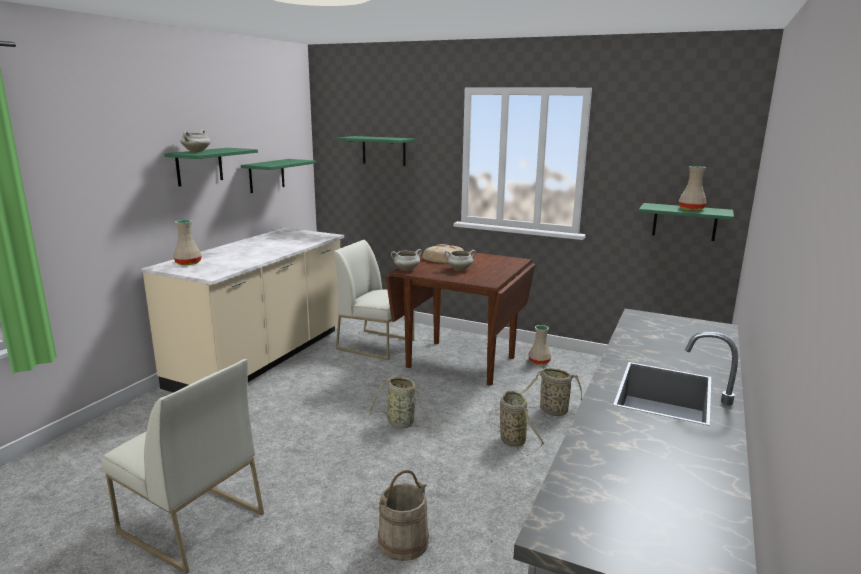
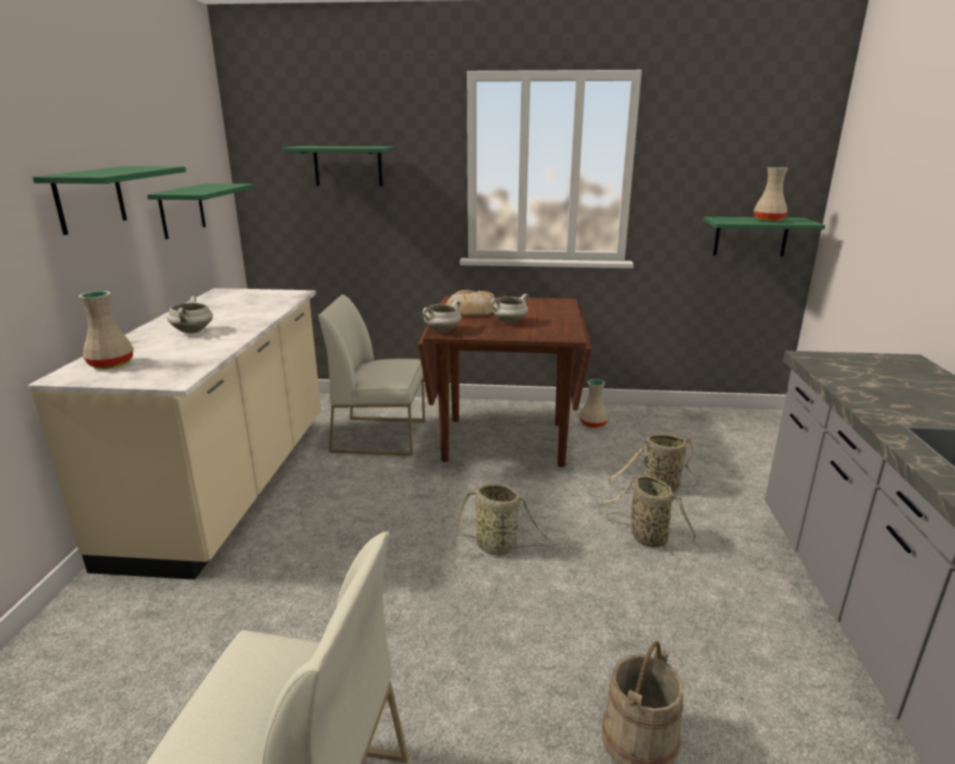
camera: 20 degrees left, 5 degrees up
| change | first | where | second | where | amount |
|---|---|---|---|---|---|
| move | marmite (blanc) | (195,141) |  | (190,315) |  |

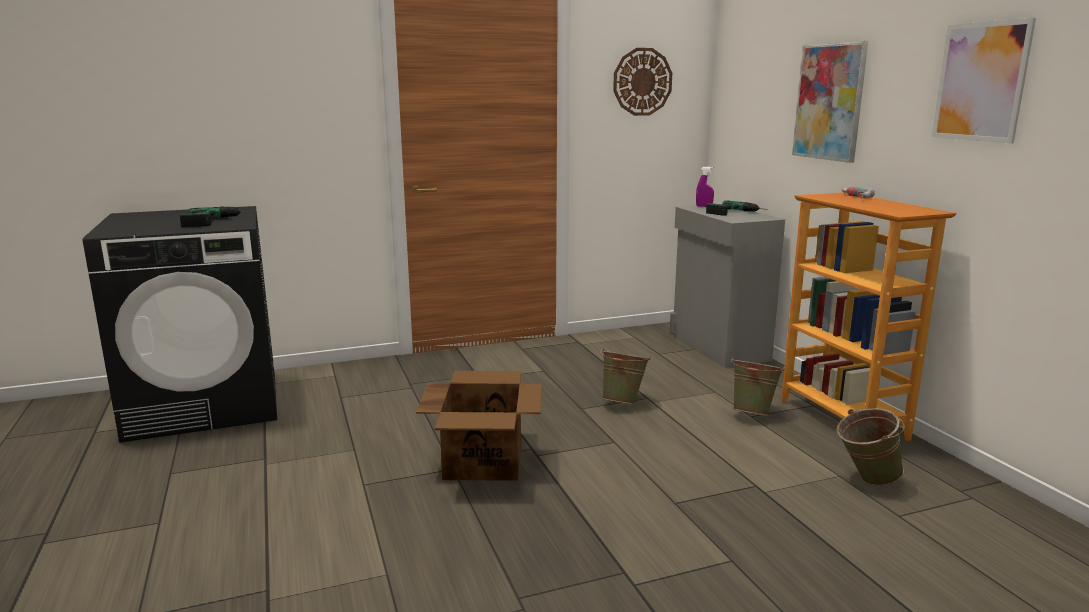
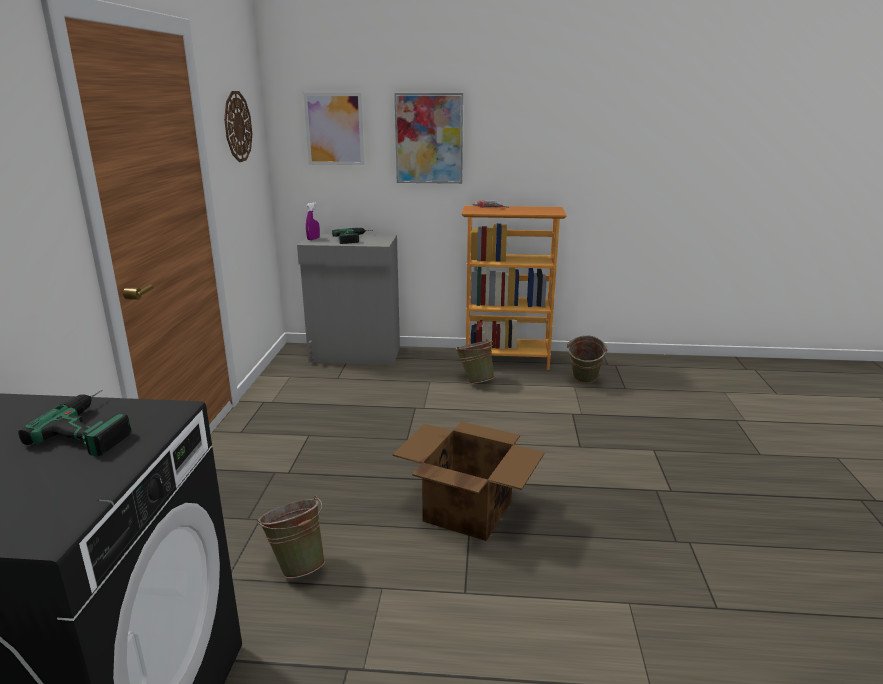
camera: 65 degrees left, 5 degrees up
| change | first | where | second | where | amount |
|---|---|---|---|---|---|
| move | tableau | (984,81) |  | (334,129) |  |
| move | seau (vert) | (625,376) |  | (291,537) |  |

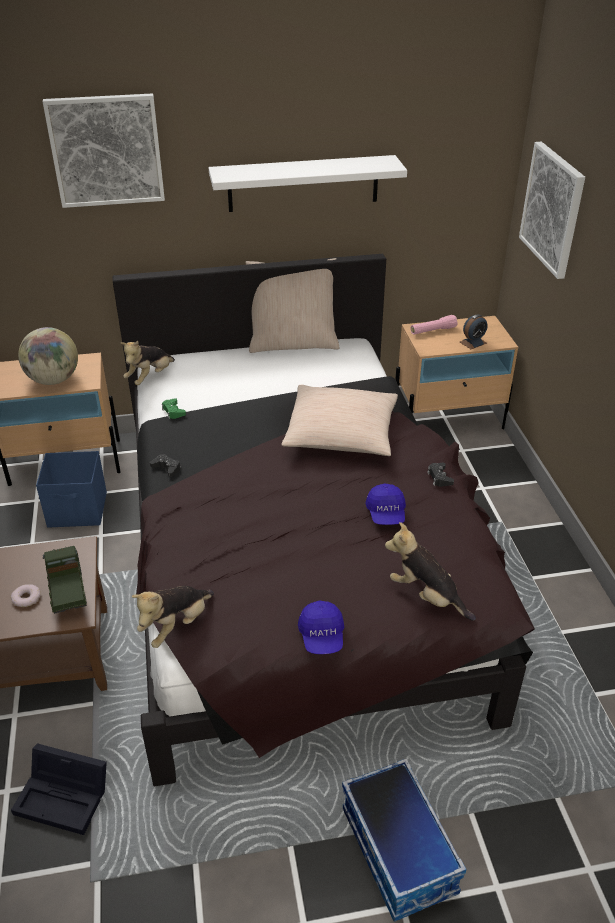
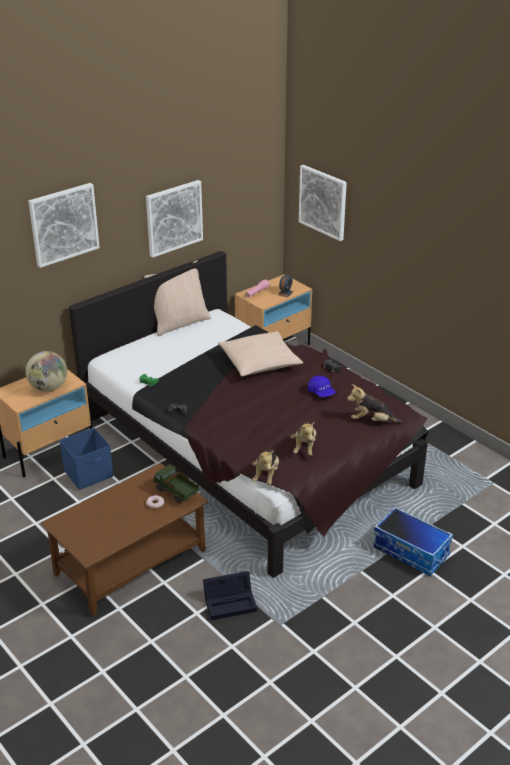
camera: 30 degrees left, 5 degrees down
| change | first | where | second | where | amount |
|---|---|---|---|---|---|
| replace | étagère (blanc) | (308,183) | tableau | (174,219) |  |
| move | peluche | (147,363) |  | (303,438) |  |
| delete | casquette (bleu) | (321,627) |  |  |  |

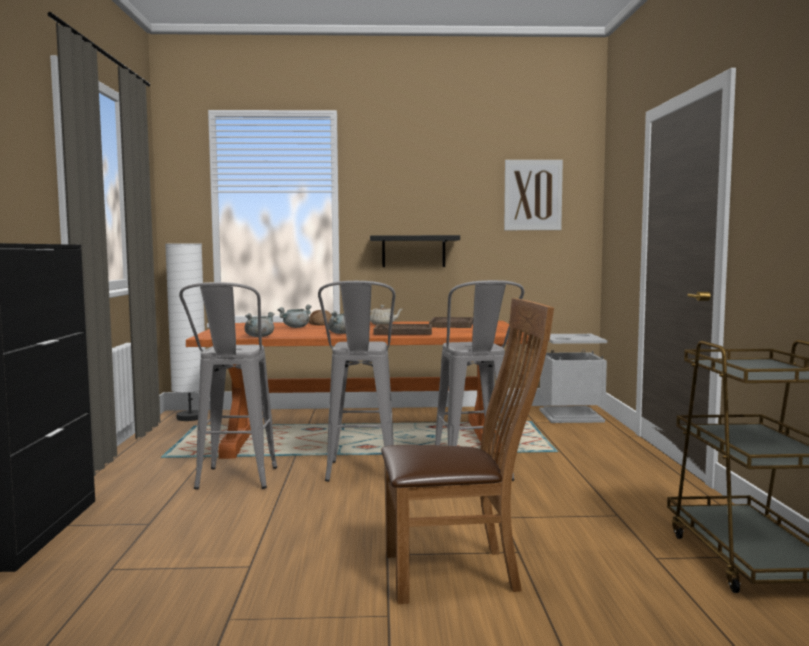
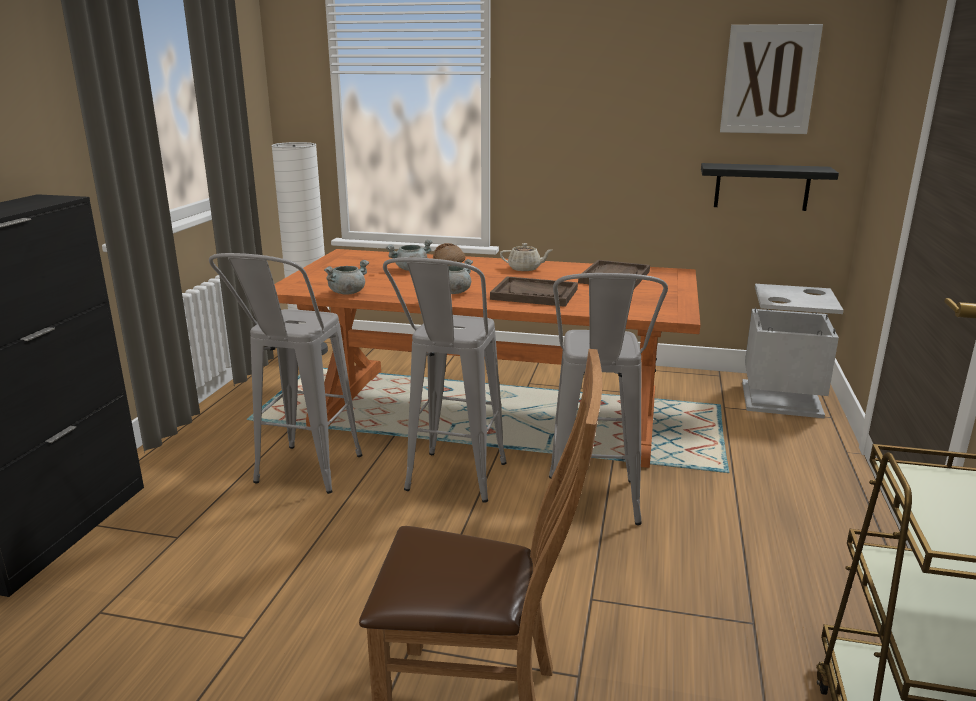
camera: 15 degrees right, 15 degrees up
| change | first | where | second | where | amount |
|---|---|---|---|---|---|
| move | étagère (noir) | (415,251) |  | (770,187) |  |

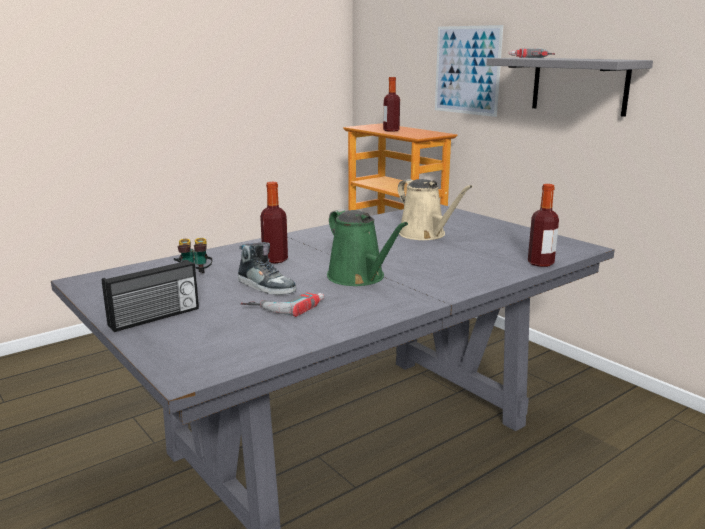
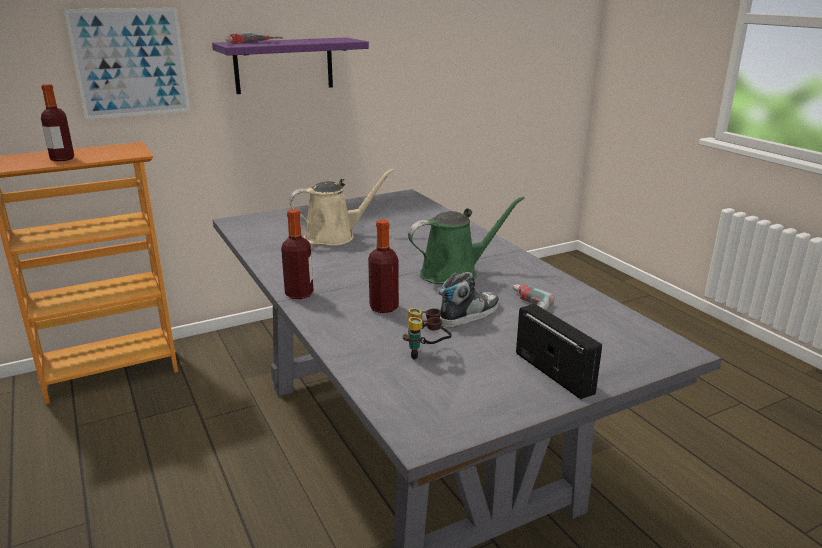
camera: 80 degrees left, 5 degrees up
| change | first | where | second | where | amount |
|---|---|---|---|---|---|
| recolor | étagère (gris) | (570,87) | étagère (violet) | (290,65) |  |
| move | bouteille | (543,225) |  | (297,254) |  |

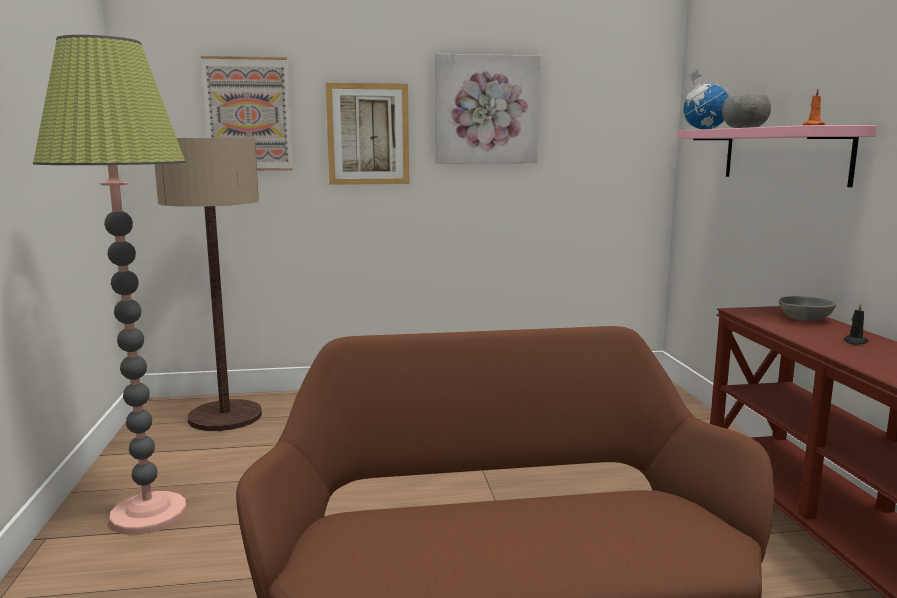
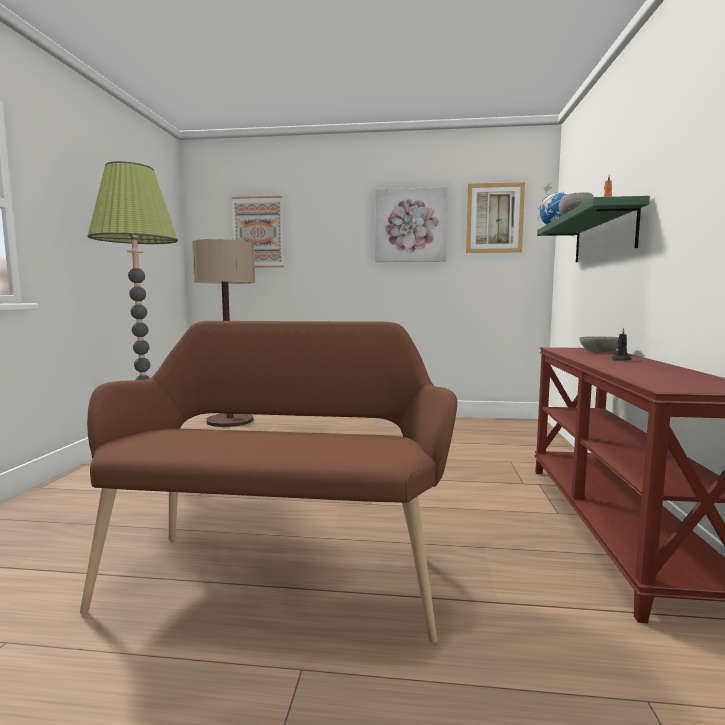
camera: 15 degrees right, 5 degrees down
| change | first | where | second | where | amount |
|---|---|---|---|---|---|
| move | tableau | (367,134) |  | (495,217) |  |
| recolor | étagère (rose) | (776,156) | étagère (vert) | (593,229) |  |

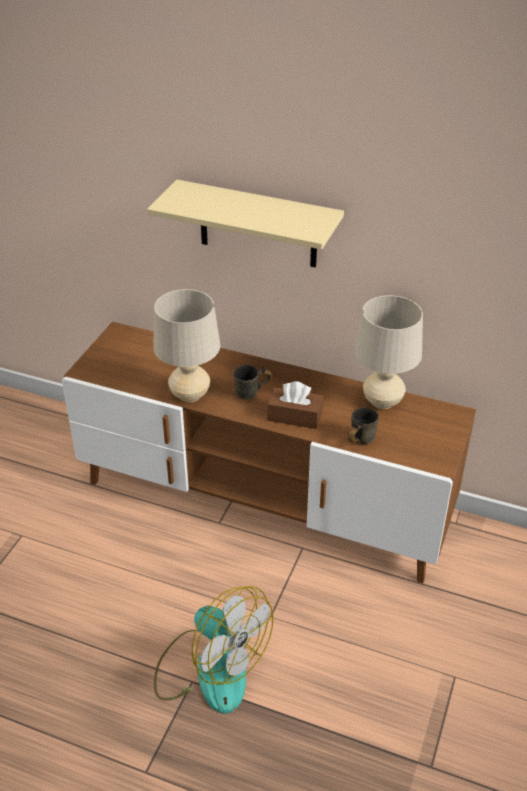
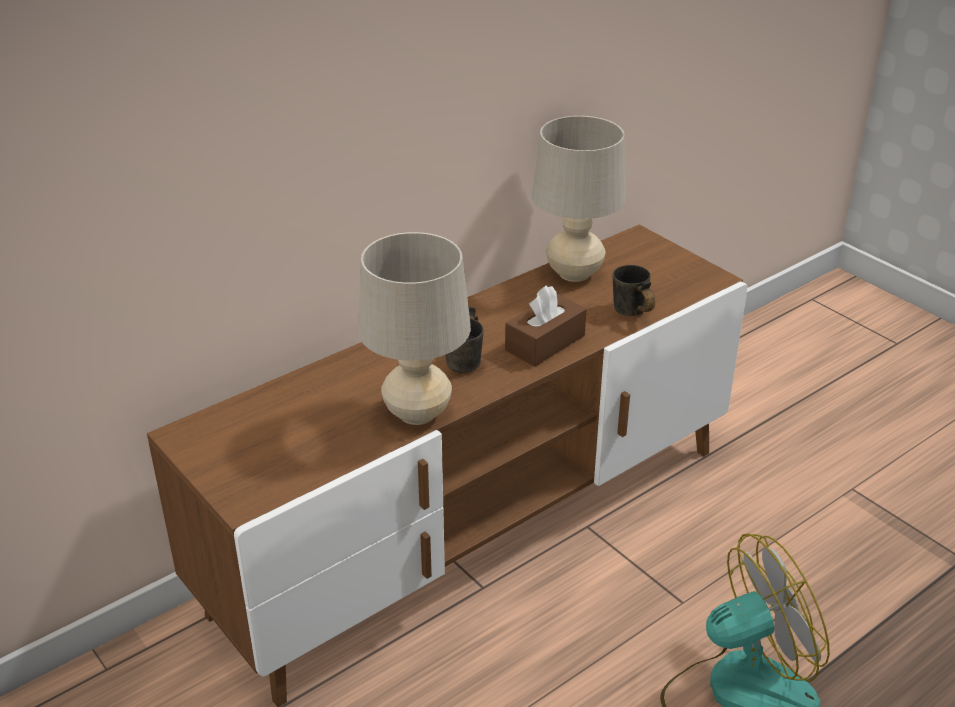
camera: 60 degrees left, 5 degrees down
| change | first | where | second | where | amount |
|---|---|---|---|---|---|
| delete | étagère (beige) | (245,224) |  |  |  |

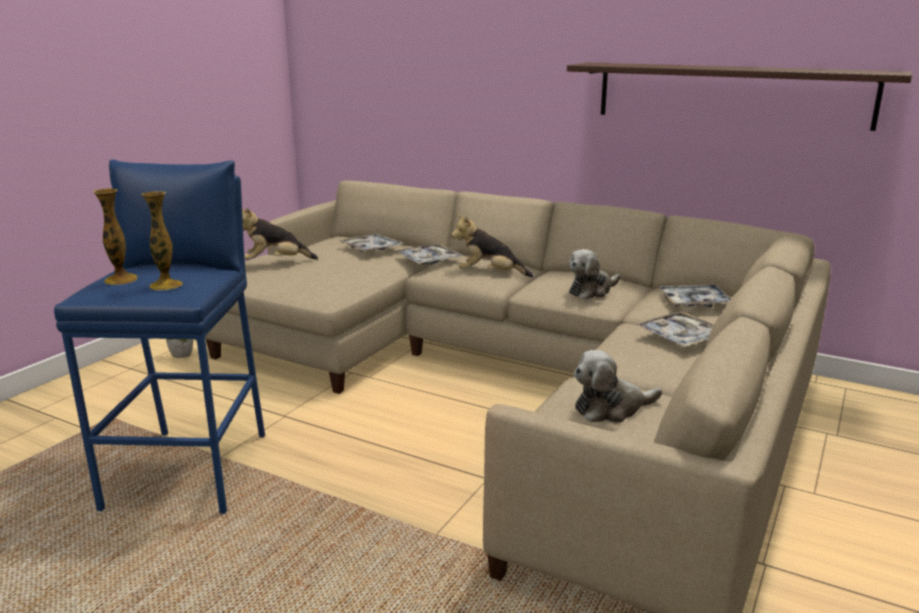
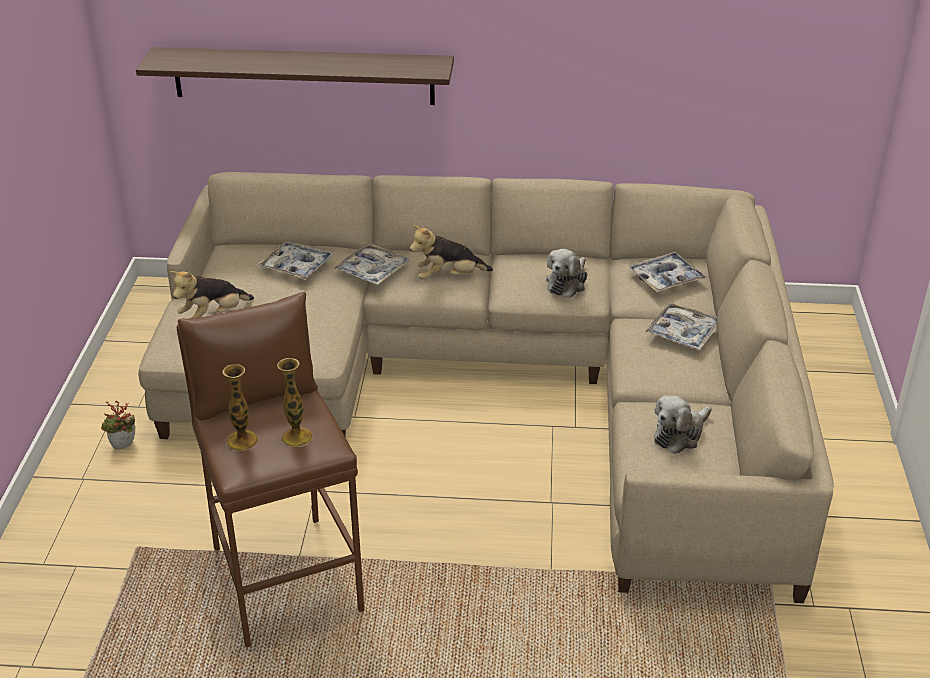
camera: 25 degrees left, 15 degrees up
| change | first | where | second | where | amount |
|---|---|---|---|---|---|
| move | étagère | (739,97) |  | (295,76) |  |
| recolor | tabouret (bleu) | (159,336) | tabouret (marron) | (270,470) |  |

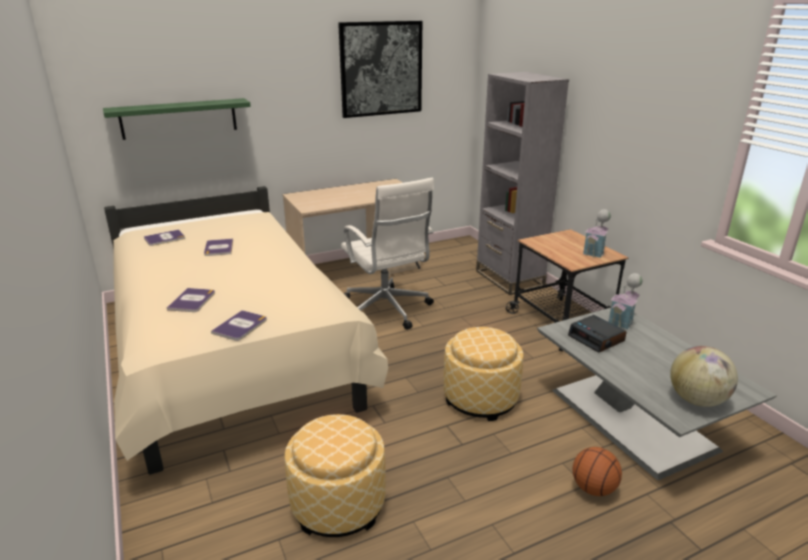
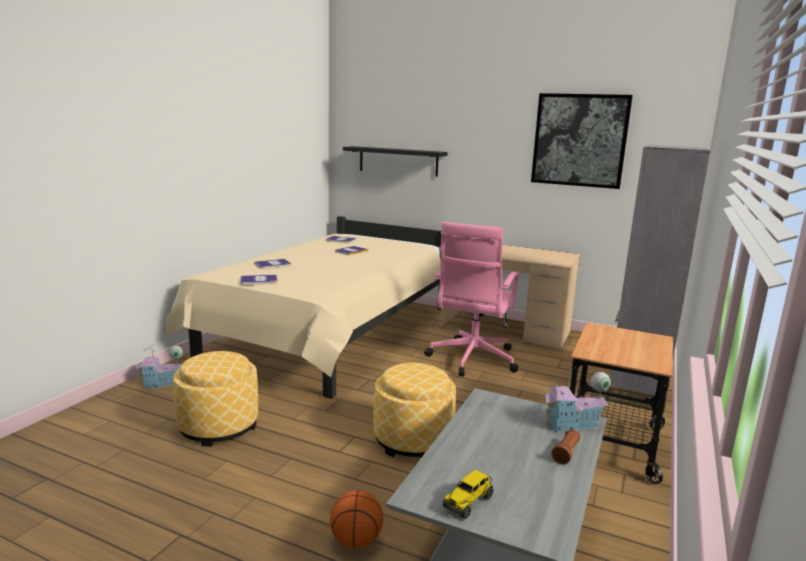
camera: 50 degrees right, 10 degrees down
| change | first | where | second | where | amount |
|---|---|---|---|---|---|
| recolor | étagère (vert) | (177,119) | étagère (noir) | (395,161) |  |
| recolor | chaise de bureau (blanc) | (387,254) | chaise de bureau (rose) | (471,299) |  |
| move | maison miniature | (597,233) |  | (159,367) |  |
| delete | réveil | (597,334) |  |  |  |
| replace | globe | (704,376) | camion jouet | (468,494) |  |
| insert |  |  | lampe de poche (marron) | (565,446) |  |

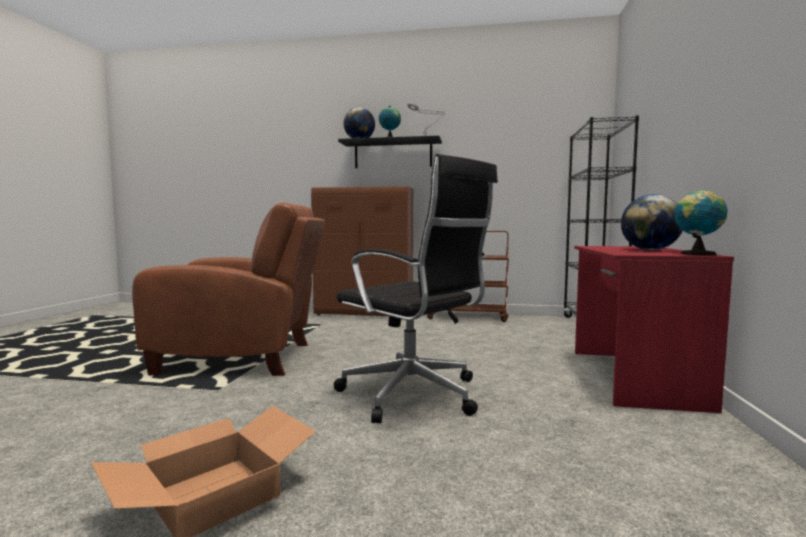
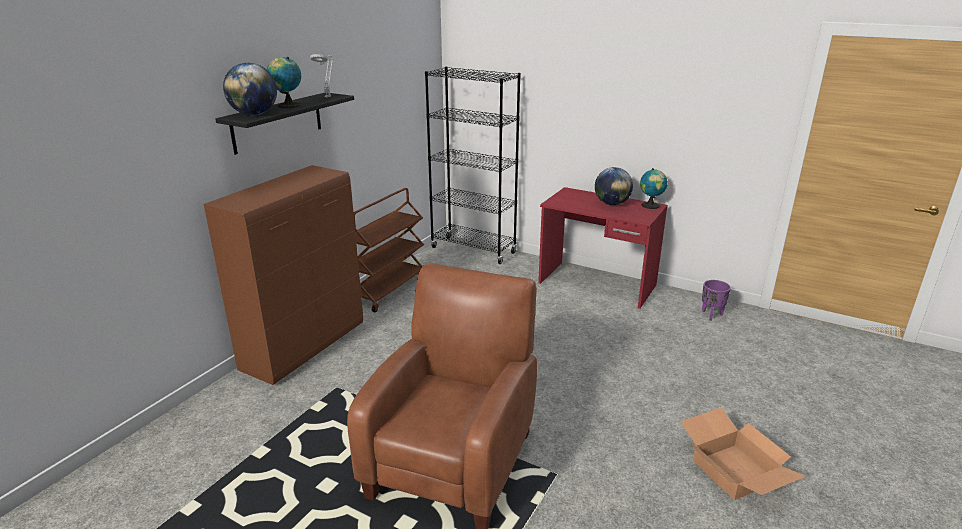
camera: 70 degrees left, 20 degrees up
| change | first | where | second | where | amount |
|---|---|---|---|---|---|
| delete | chaise de bureau (noir) | (416,288) |  |  |  |
| insert |  |  | cache-pot (violet) | (716,300) |  |

